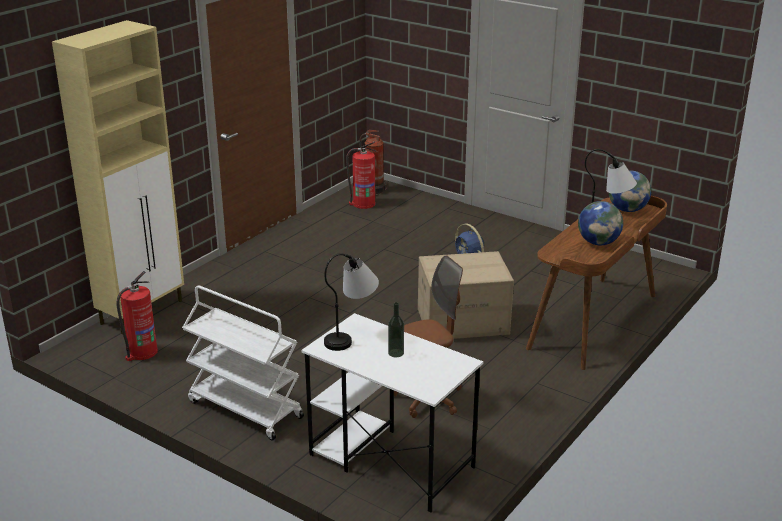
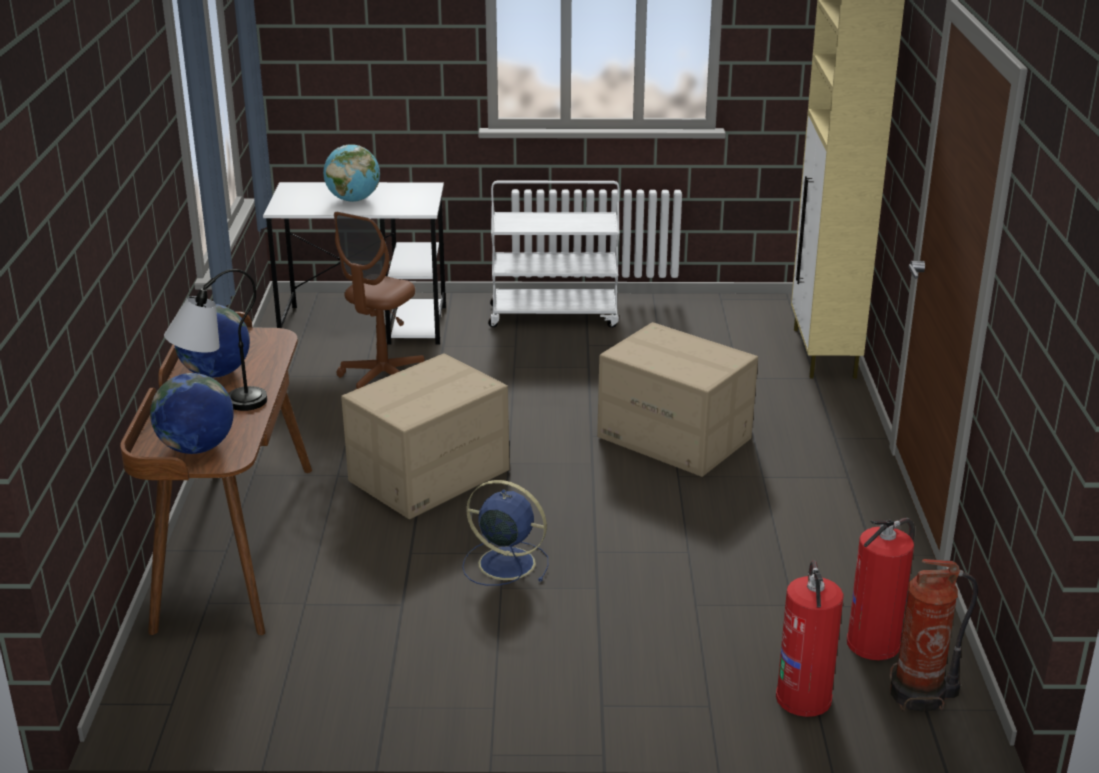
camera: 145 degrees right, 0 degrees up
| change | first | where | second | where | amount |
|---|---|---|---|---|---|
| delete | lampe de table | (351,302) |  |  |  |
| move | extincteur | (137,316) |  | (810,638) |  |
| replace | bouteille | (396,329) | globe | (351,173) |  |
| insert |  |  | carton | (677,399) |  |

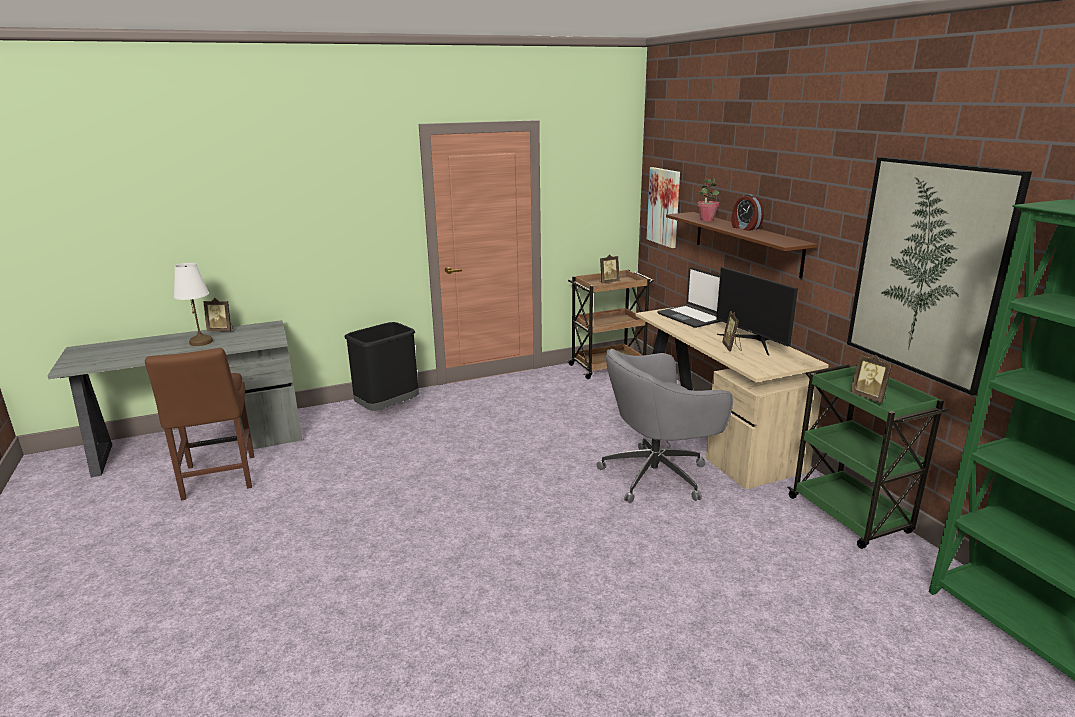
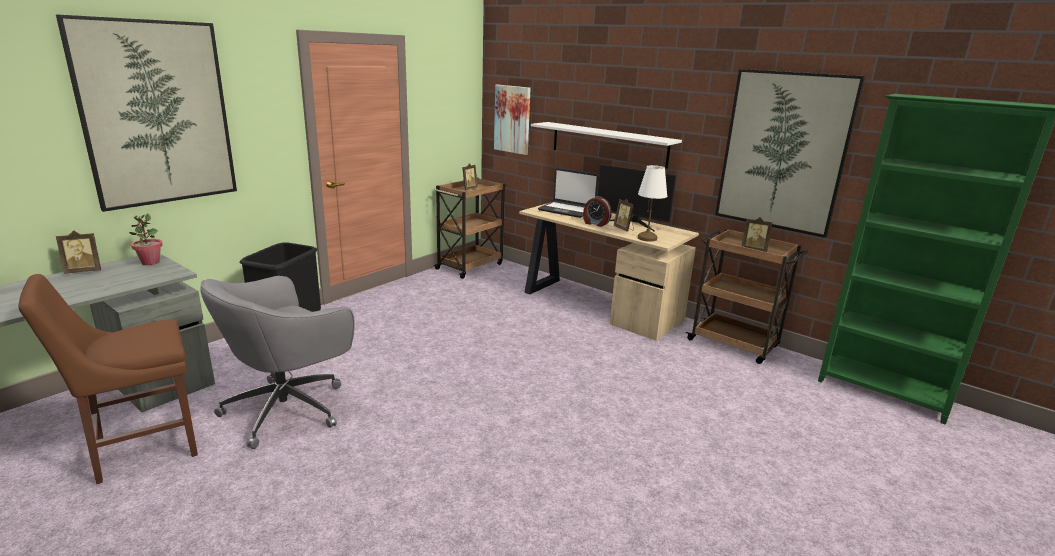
camera: 30 degrees left, 0 degrees up
| change | first | where | second | where | amount |
|---|---|---|---|---|---|
| move | plante en pot | (708,199) |  | (146,239) |  |
| move | réveil | (748,212) |  | (597,211) |  |
| recolor | étagère (marron) | (742,245) | étagère (blanc) | (606,145) |  |
| move | lampe de table (blanc) | (193,304) |  | (652,203) |  |
| rotate | chaise (marron) | (199,424) |  | (108,379) | 105 degrees clockwise |
| move | chaise de bureau (gris) | (664,426) |  | (277,362) |  |
| recolor | chariot (vert) | (868,456) | chariot (marron) | (746,296) |  |
| insert |  |  | tableau | (146,113) |  |

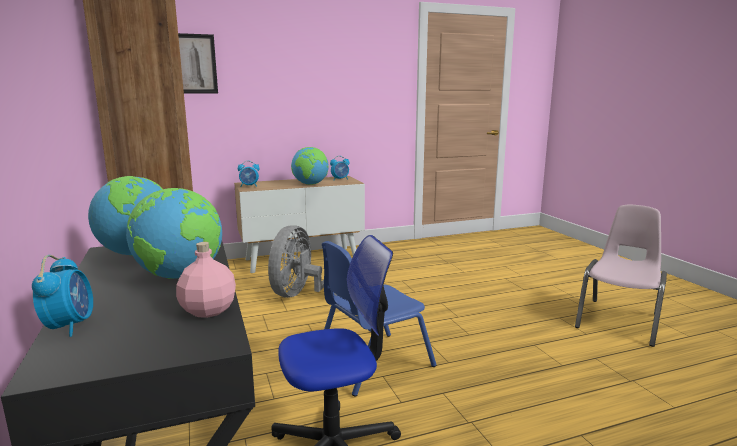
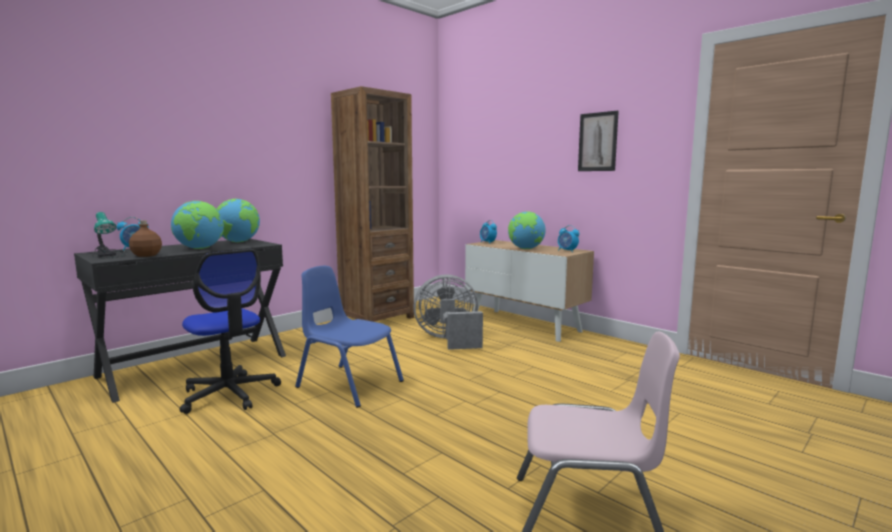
camera: 65 degrees right, 5 degrees down
| change | first | where | second | where | amount |
|---|---|---|---|---|---|
| move | tableau | (198,63) |  | (598,140) |  |
| recolor | bouteille (rose) | (206,280) | bouteille (marron) | (145,238) |  |
| insert |  |  | lampe de table | (106,235) |  |

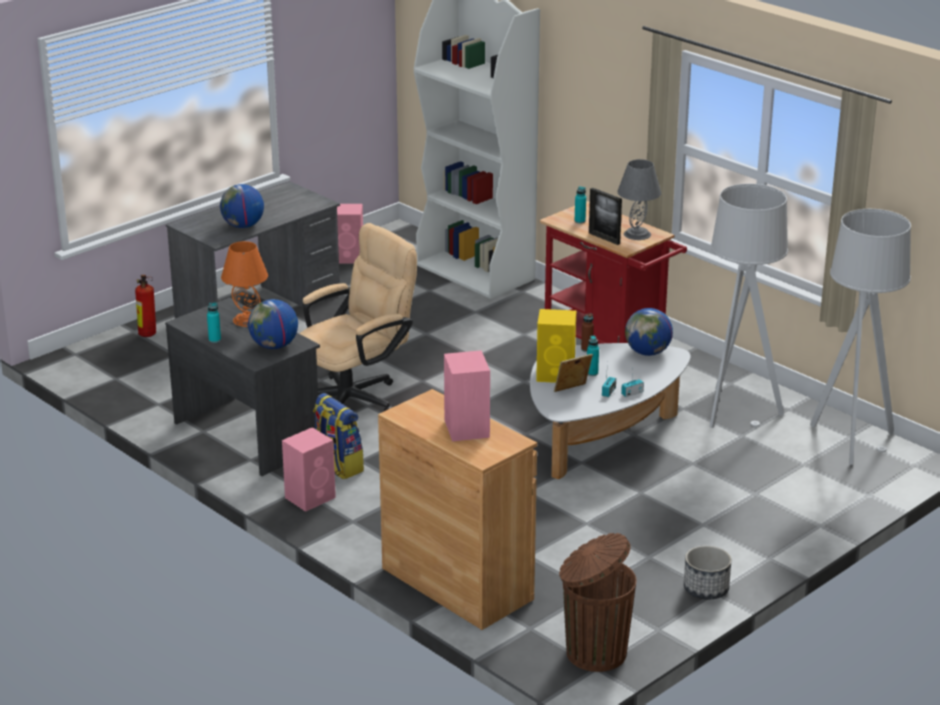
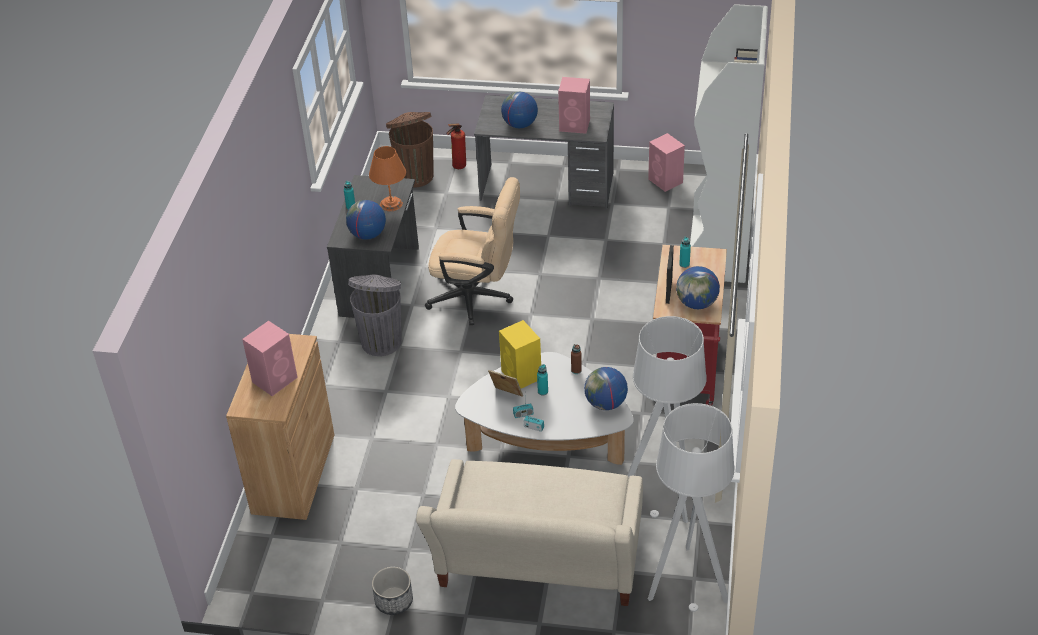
camera: 55 degrees right, 15 degrees up
| change | first | where | second | where | amount |
|---|---|---|---|---|---|
| replace | lampe de table (gris) | (639,199) | globe | (698,287) |  |
| replace | sac à dos | (338,436) | poubelle (gris) | (375,315) |  |
| move | enceinte (rose) | (309,469) |  | (574,105) |  |
| move | poubelle (marron) | (598,602) |  | (410,150) |  |
| insert |  |  | canapé (beige) | (529,532) |  |

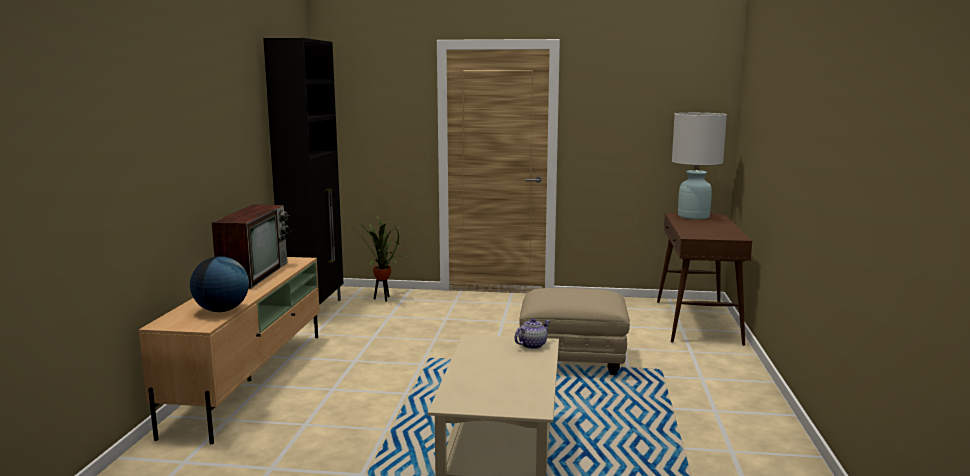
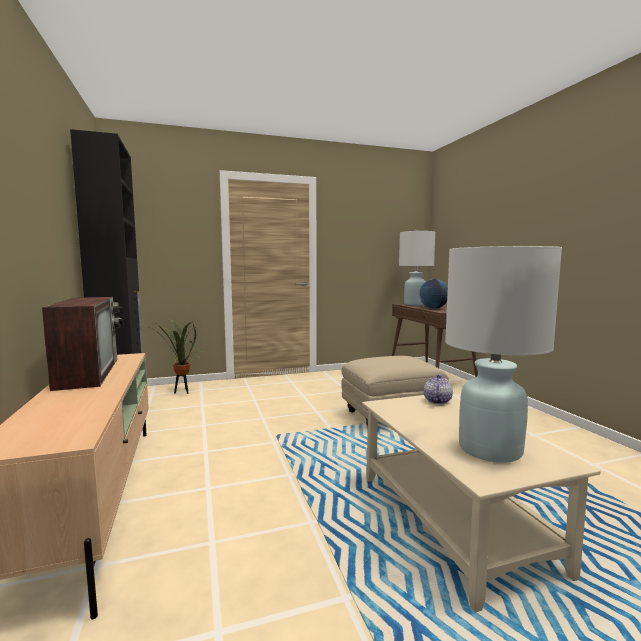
camera: 25 degrees left, 5 degrees down
| change | first | where | second | where | amount |
|---|---|---|---|---|---|
| move | globe | (219,284) |  | (433,294) |  |
| insert |  |  | lampe de table (blanc) | (503,354) |  |

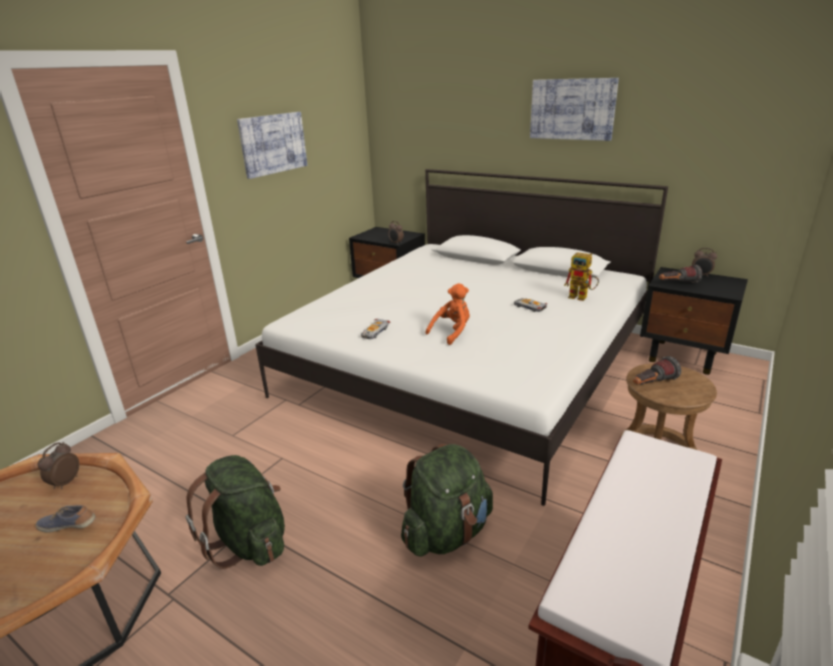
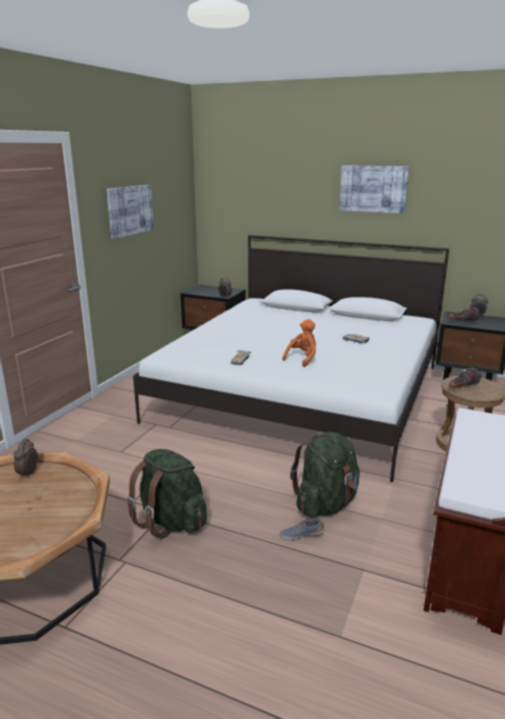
camera: 10 degrees left, 5 degrees down
| change | first | where | second | where | amount |
|---|---|---|---|---|---|
| delete | robot jouet | (581,276) |  |  |  |
| move | chaussure | (65,519) |  | (302,529) |  |

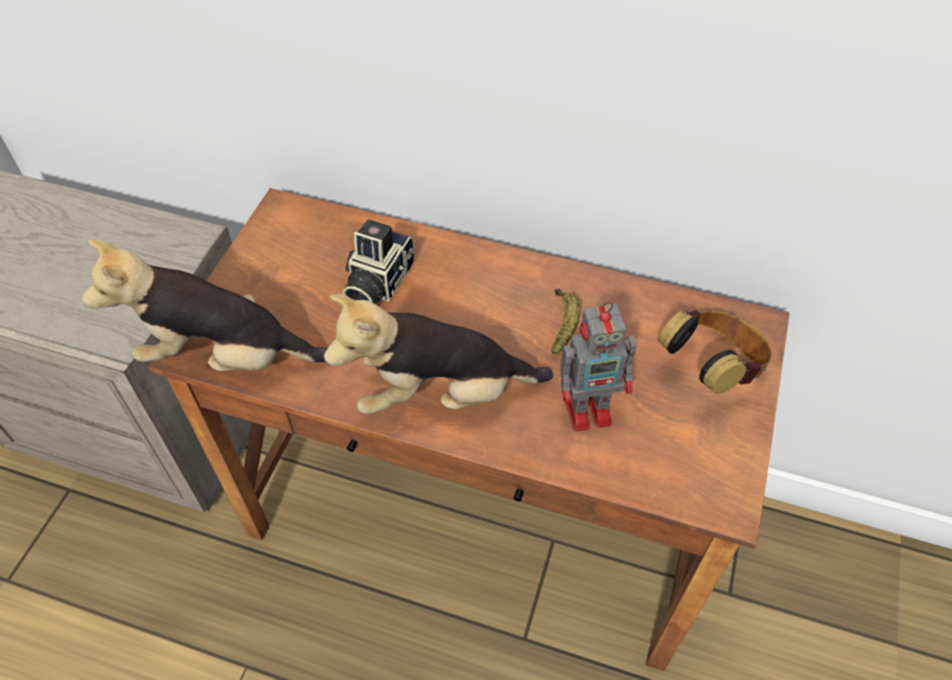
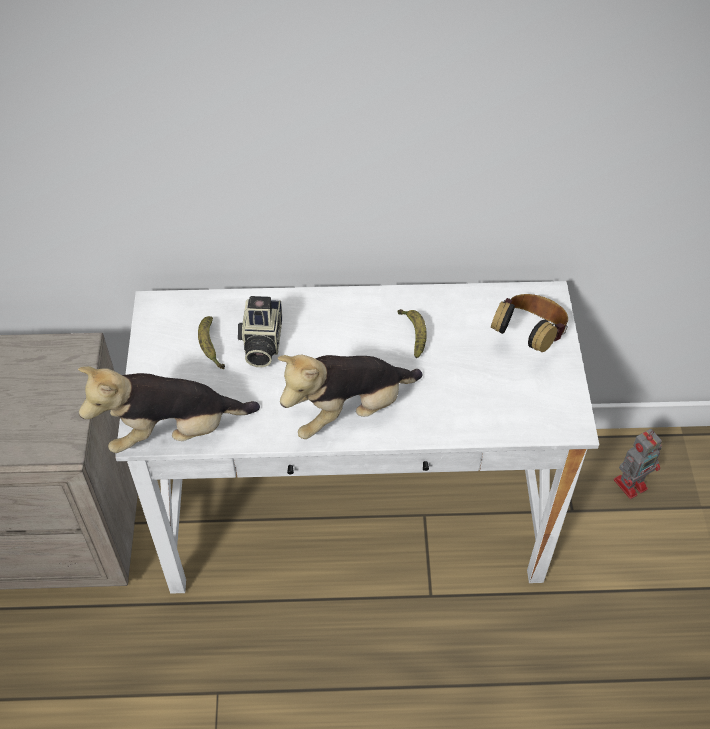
camera: 20 degrees left, 0 degrees up
| change | first | where | second | where | amount |
|---|---|---|---|---|---|
| recolor | bureau (marron) | (469,429) | bureau (blanc) | (357,437) |  |
| move | robot jouet | (598,367) |  | (638,464) |  |
| insert |  |  | banane | (211,342) |  |

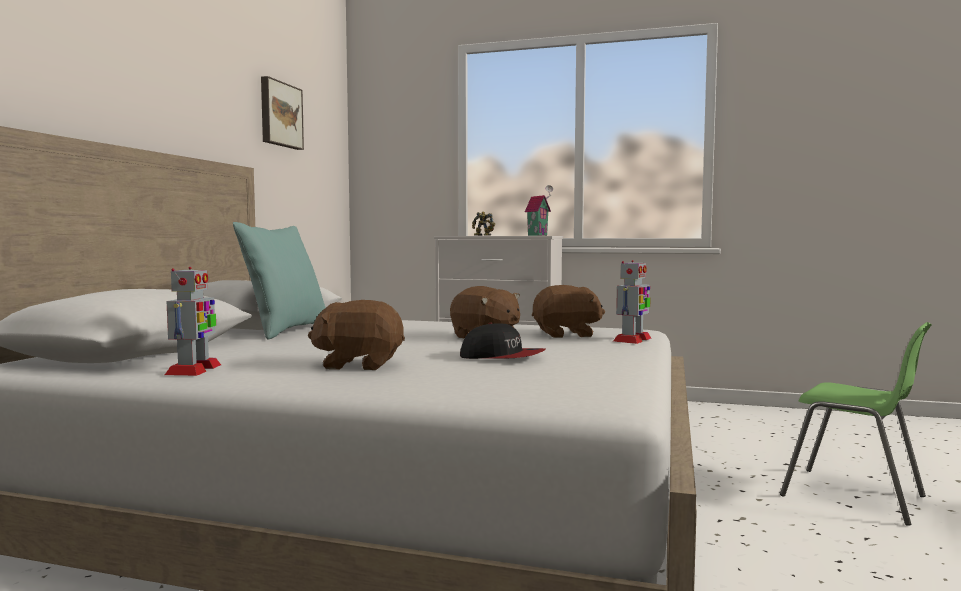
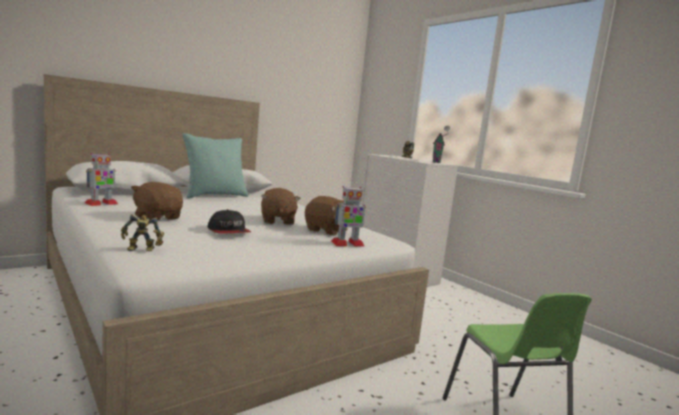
camera: 35 degrees right, 5 degrees up
| change | first | where | second | where | amount |
|---|---|---|---|---|---|
| delete | tableau | (282,113) |  |  |  |
| insert |  |  | robot jouet | (142,232) |  |

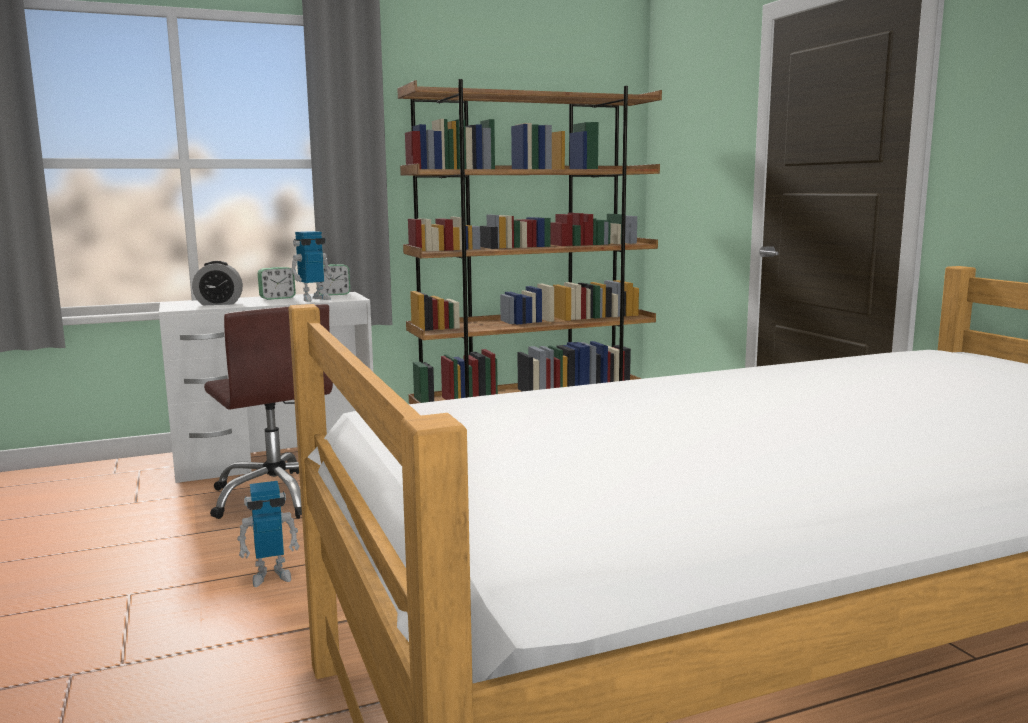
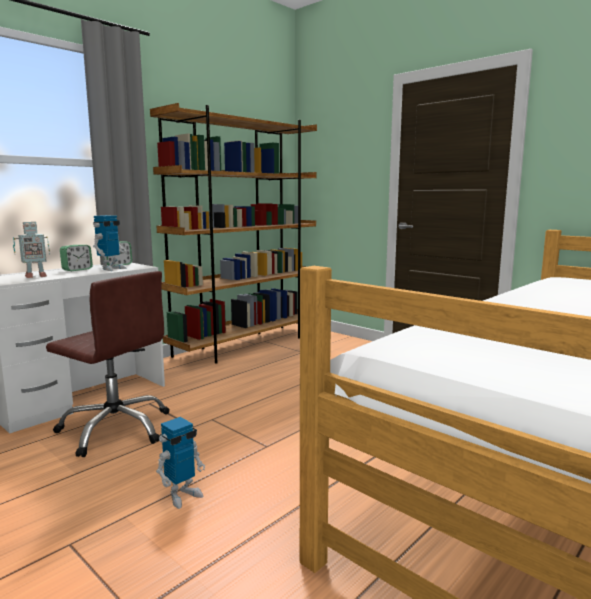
camera: 25 degrees left, 0 degrees up
| change | first | where | second | where | amount |
|---|---|---|---|---|---|
| replace | réveil | (217,283) | robot jouet | (31,250) |  |

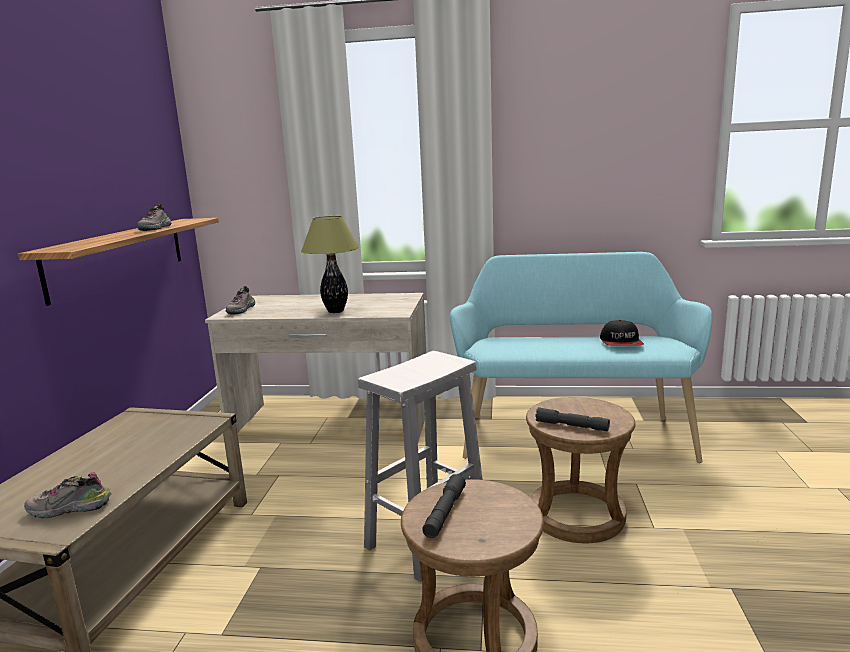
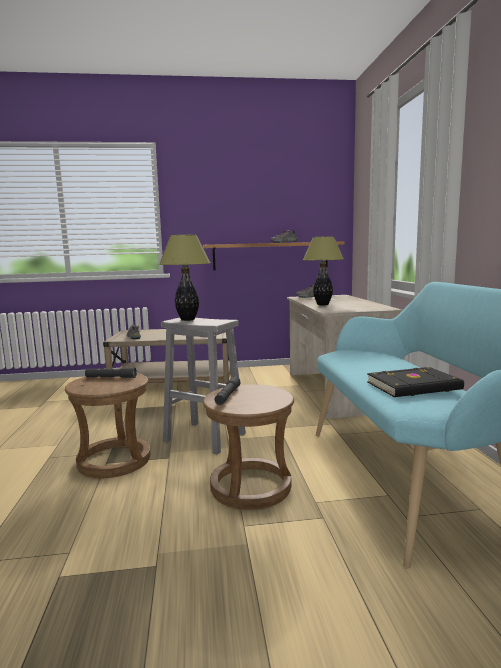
camera: 75 degrees right, 5 degrees down
| change | first | where | second | where | amount |
|---|---|---|---|---|---|
| replace | casquette | (622,333) | livre (noir) | (415,382) |  |
| insert |  |  | lampe de table | (184,278) |  |

